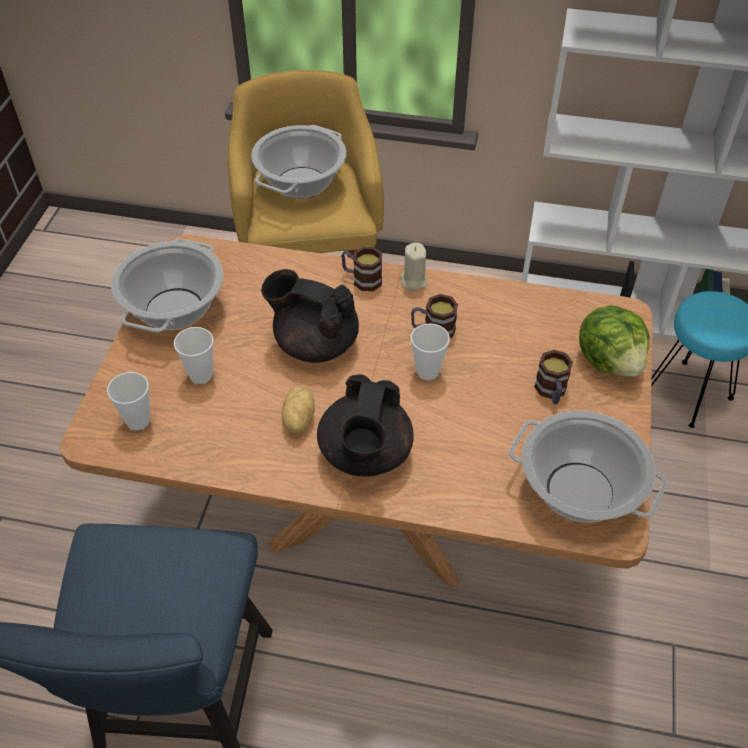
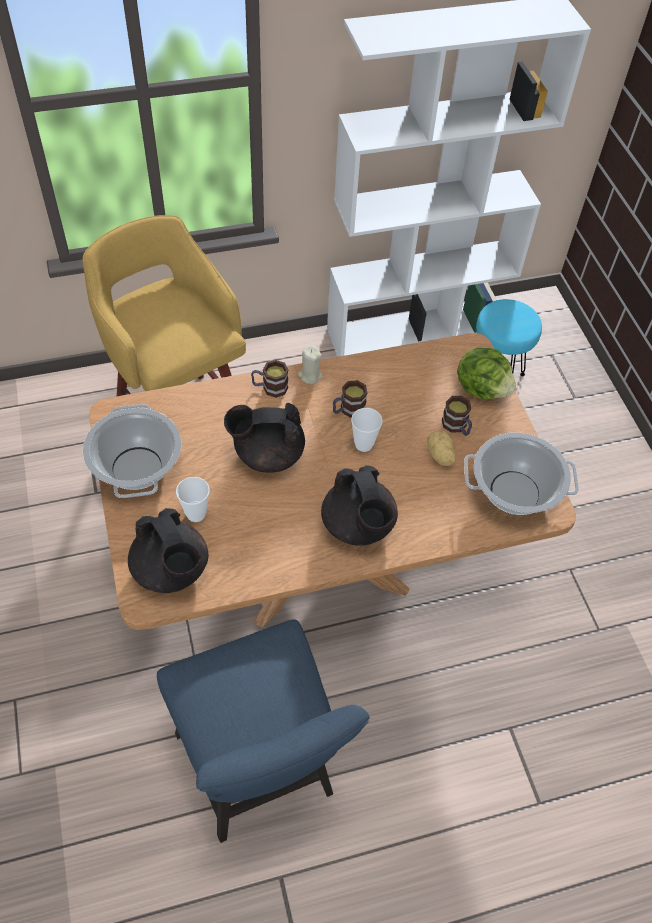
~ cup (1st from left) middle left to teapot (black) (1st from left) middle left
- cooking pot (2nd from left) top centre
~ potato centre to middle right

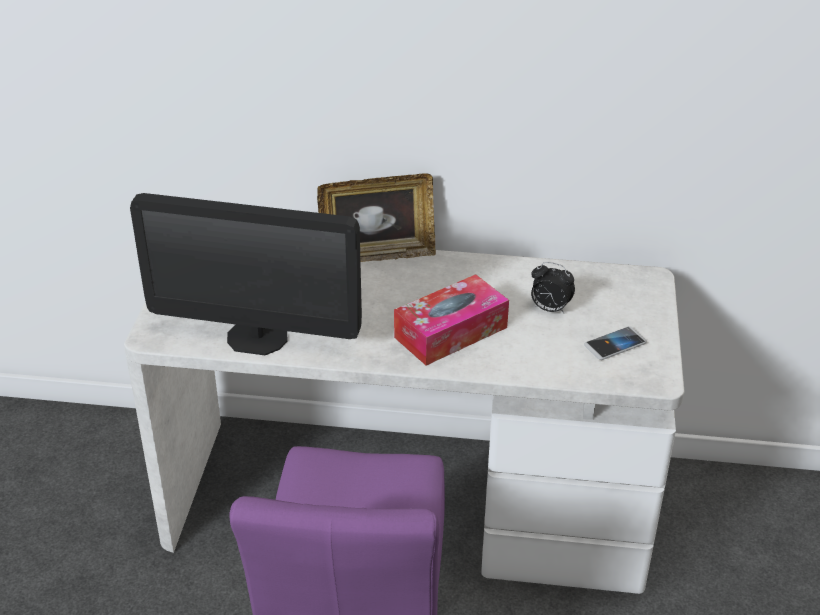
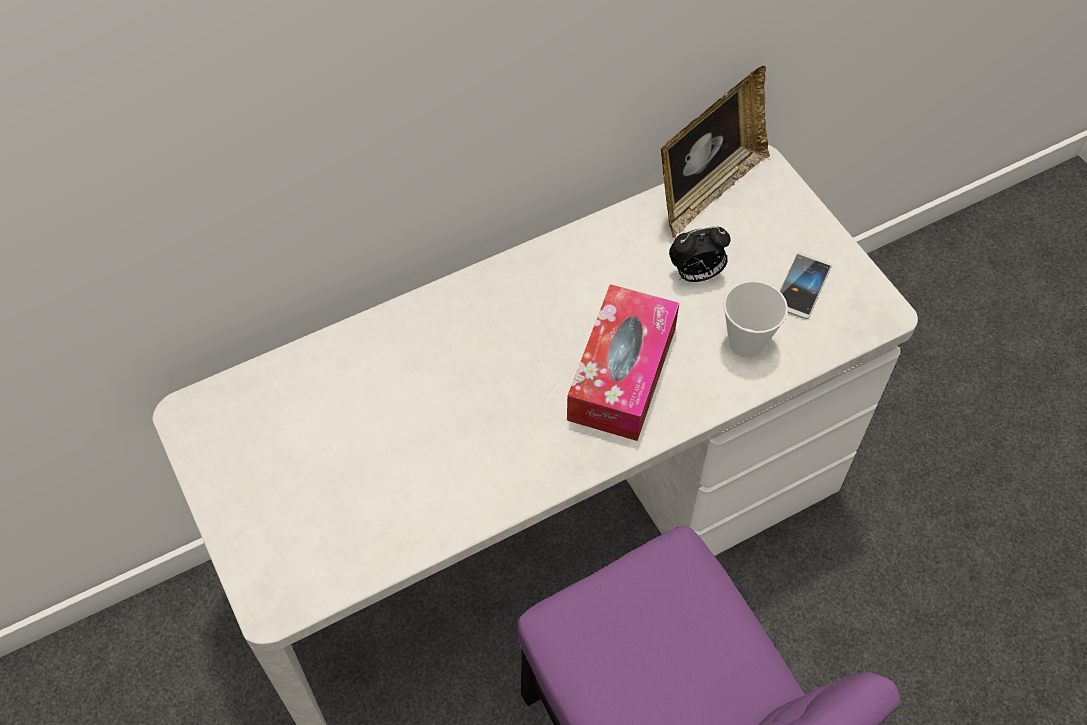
- monitor middle left
~ picture frame centre to top centre
+ cup middle right

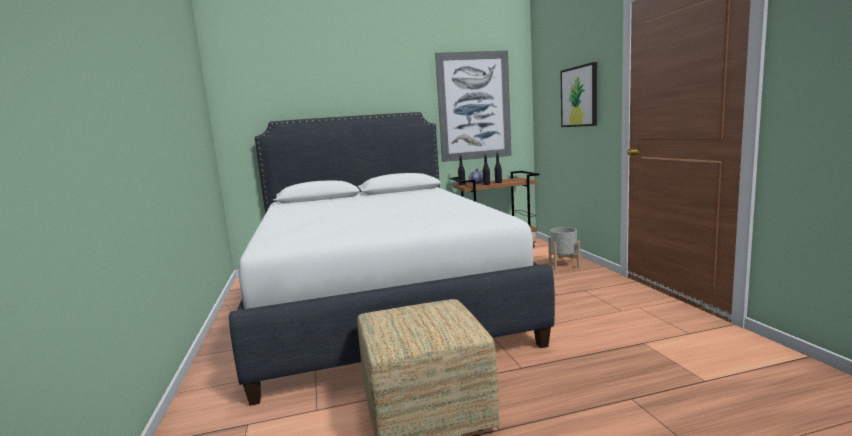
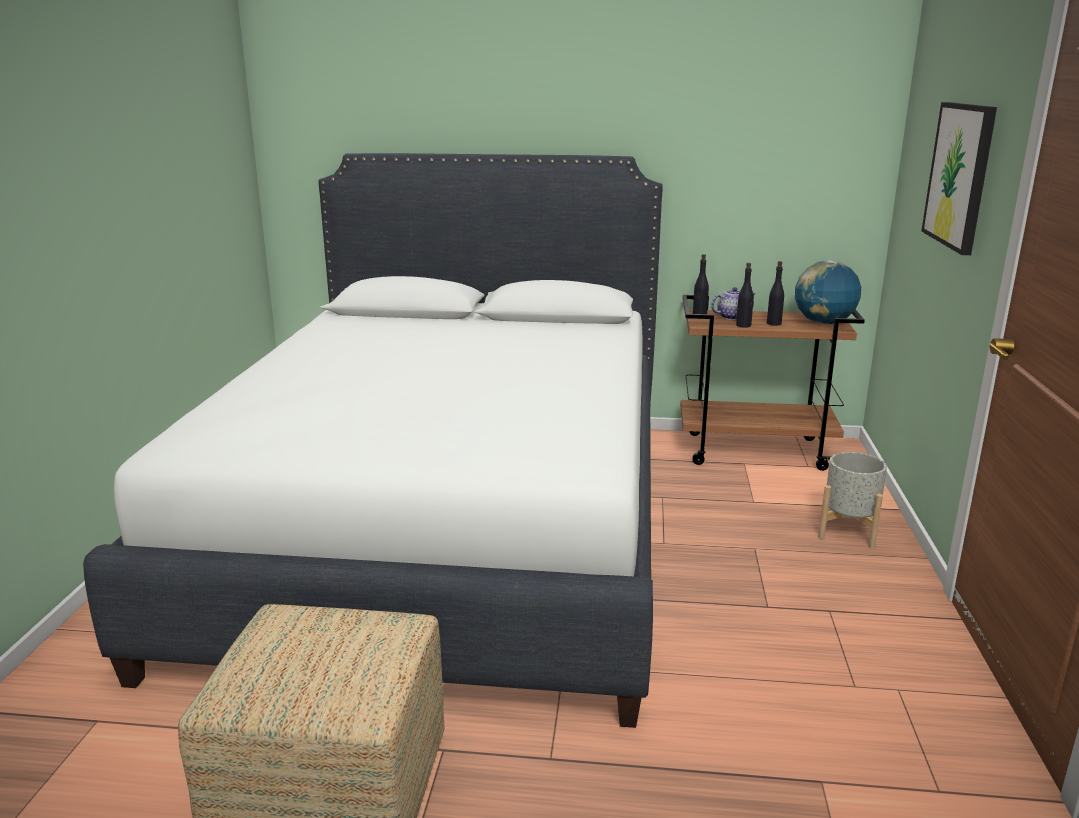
- picture (1st from left) top centre
+ globe middle right

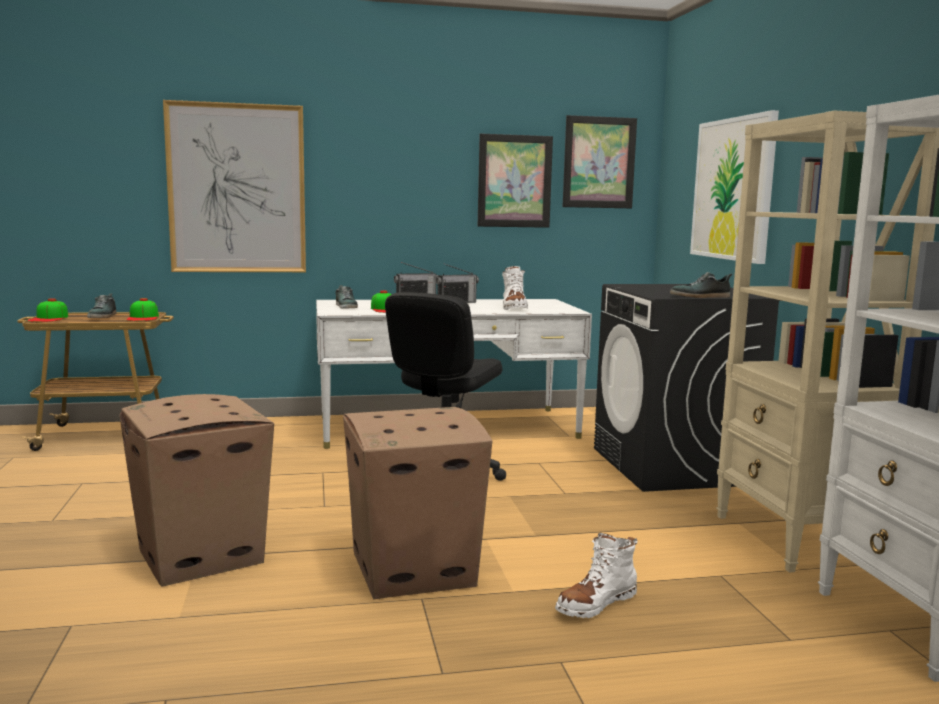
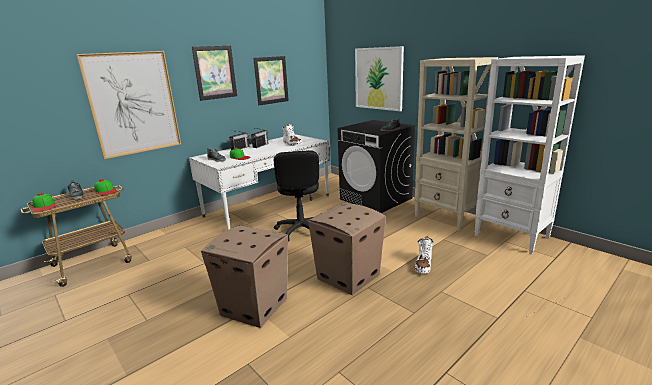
~ picture (3rd from left in the first image) top centre to picture (2nd from left) top left

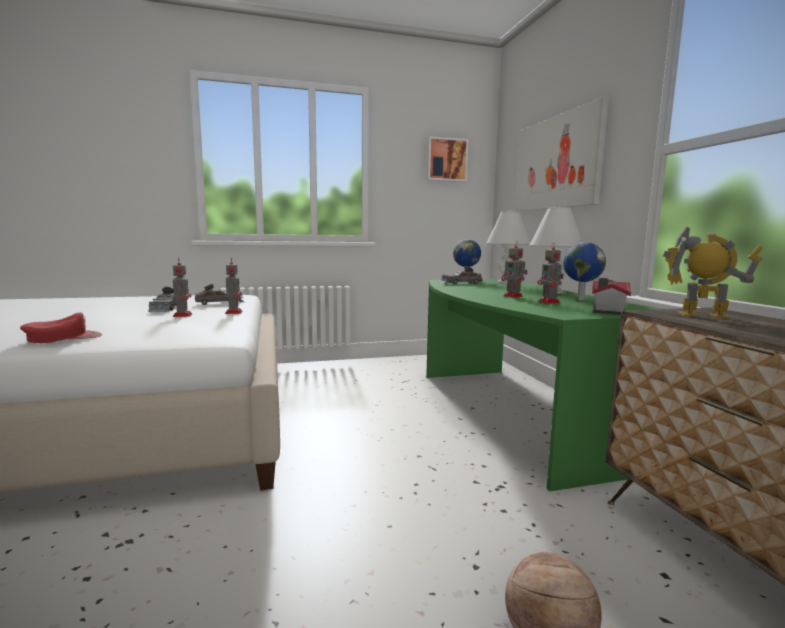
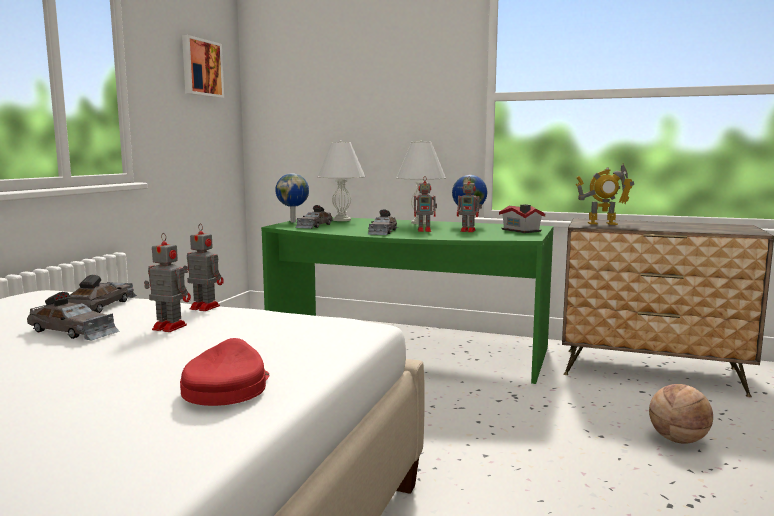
- picture (2nd from left) top right
~ toy robot (5th from left) middle right = middle right 135 degrees counterclockwise
+ toy car (grey) (4th from left) centre

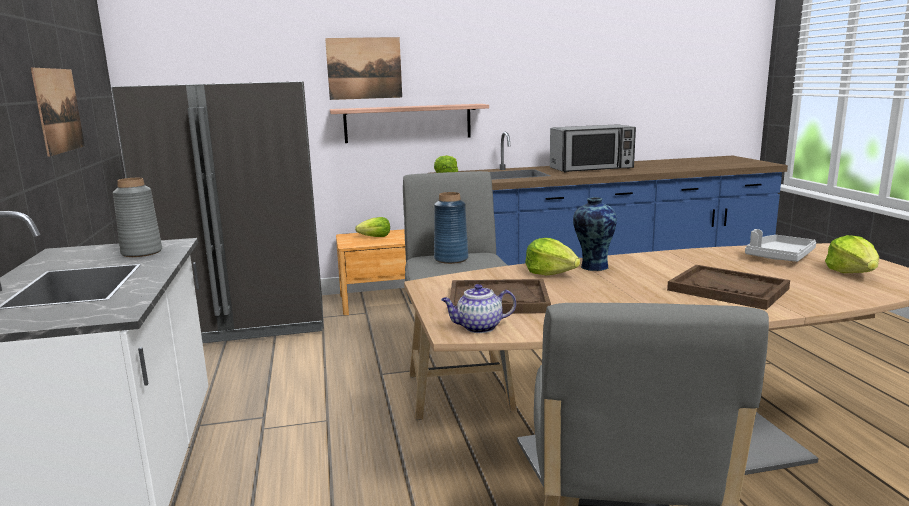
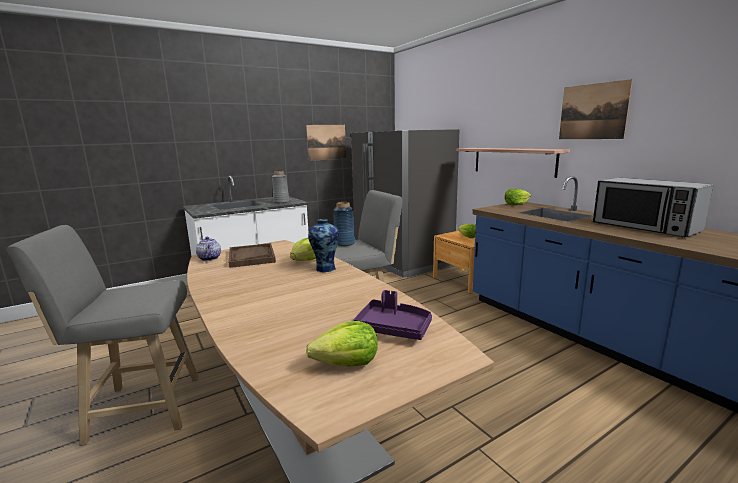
~ picture (2nd from left) top centre to top right
- tray (brown) (2nd from left) middle right
~ tray (grey) middle right to tray (purple) centre

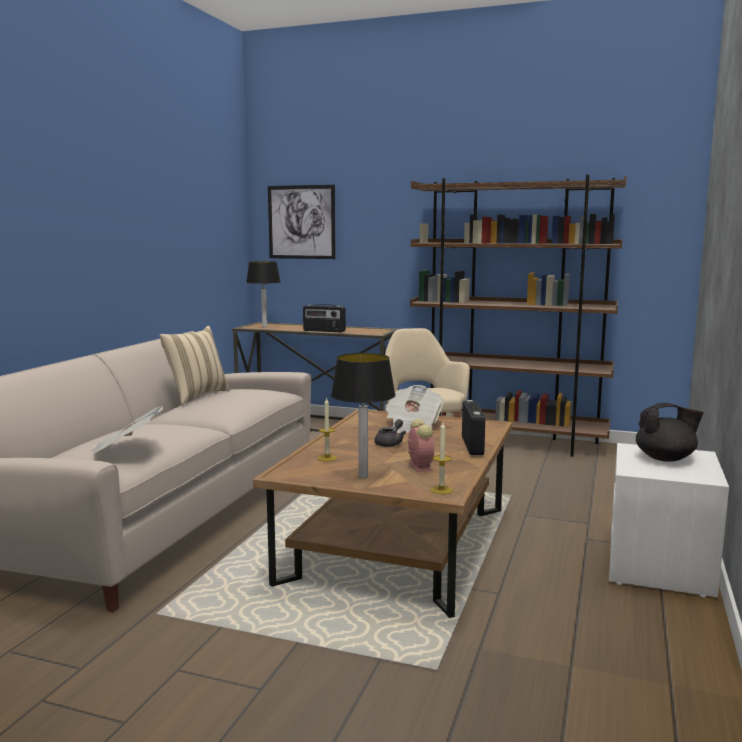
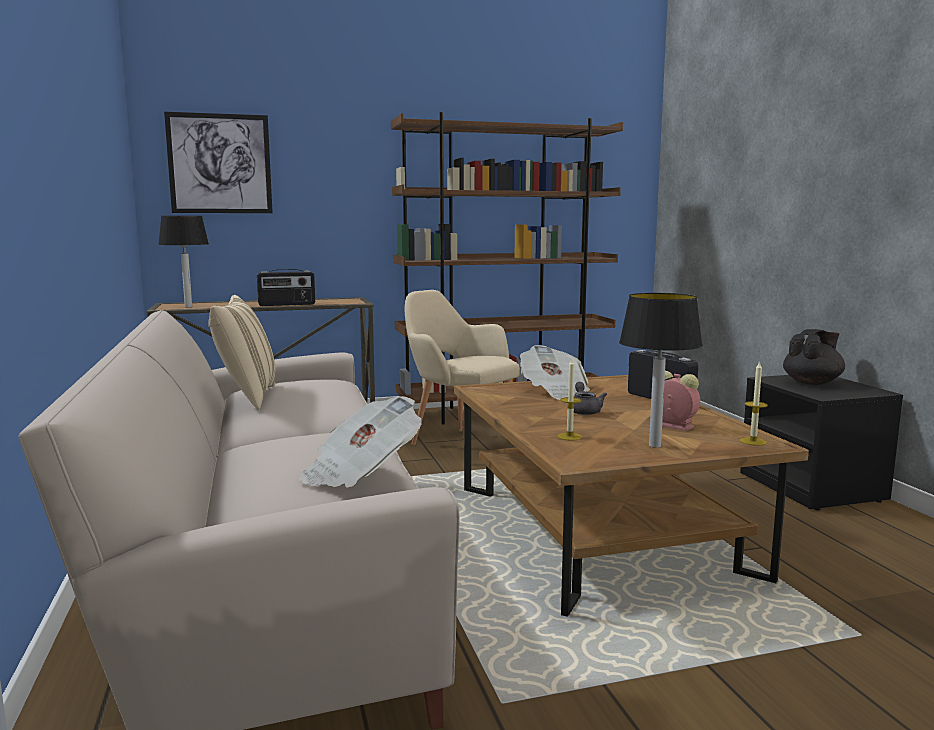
~ nightstand (white) bottom right to nightstand (black) middle right

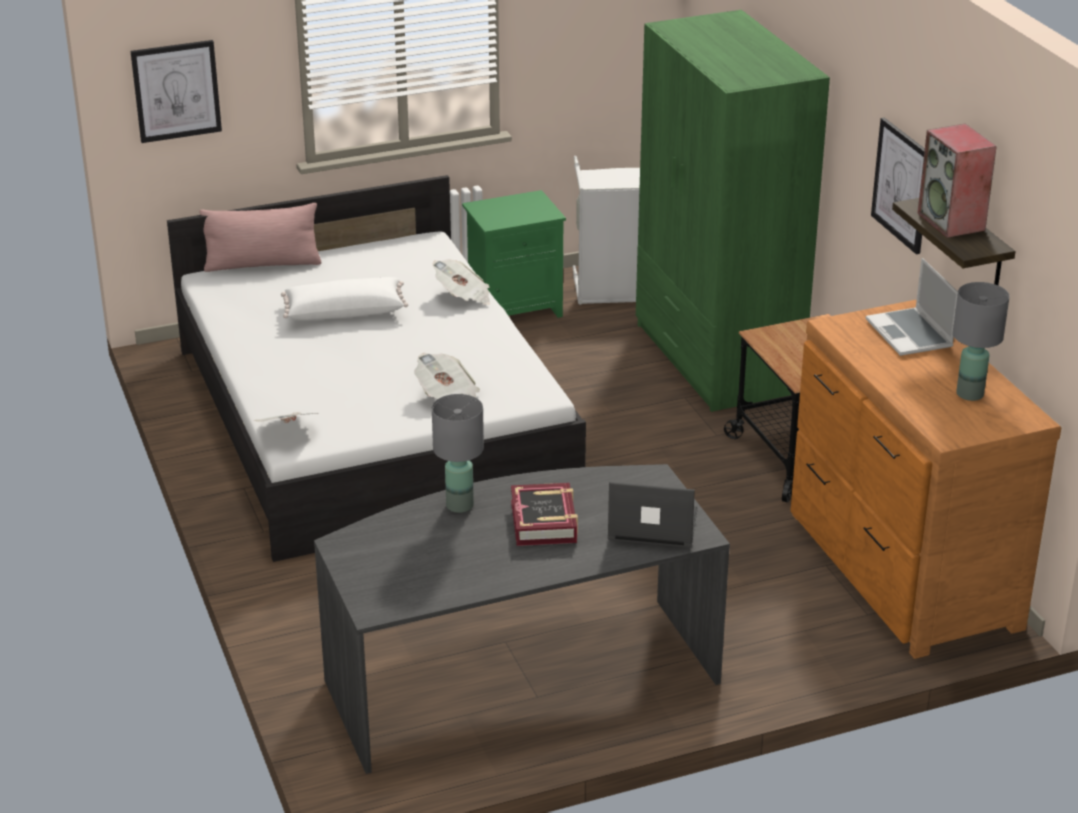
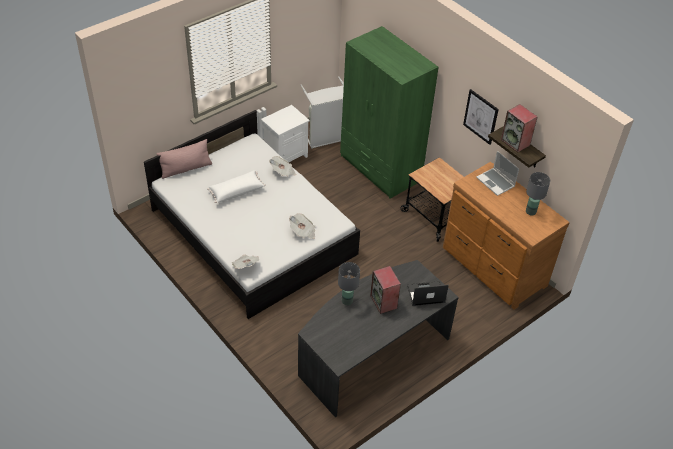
- picture (1st from left) top left
~ nightstand (green) top centre to nightstand (white) top centre
~ book centre to speaker (1st from left) centre

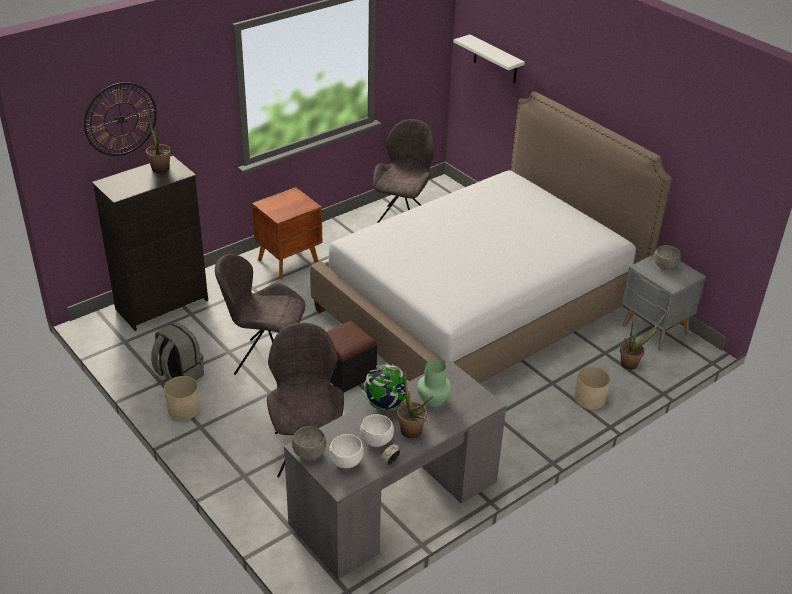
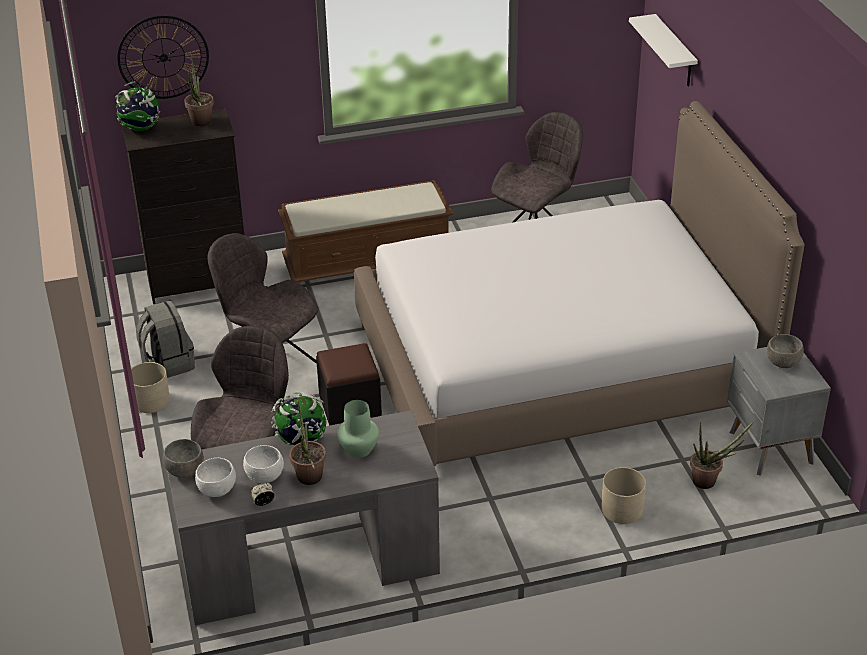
~ nightstand (brown) centre to bench (brown) centre
+ globe (1st from left) top left

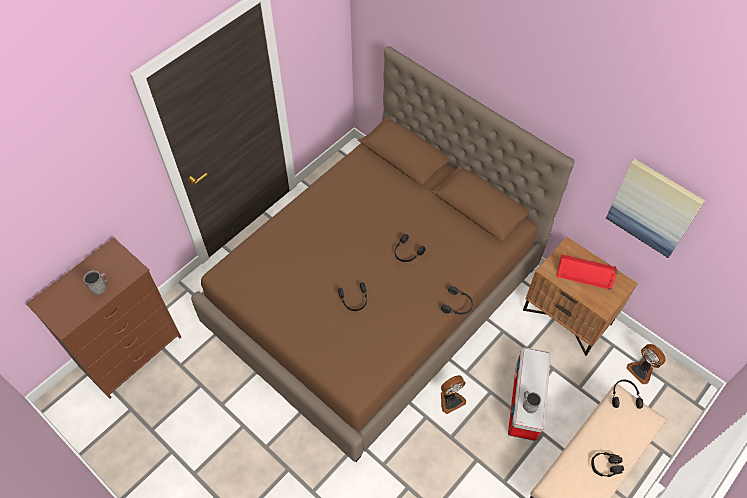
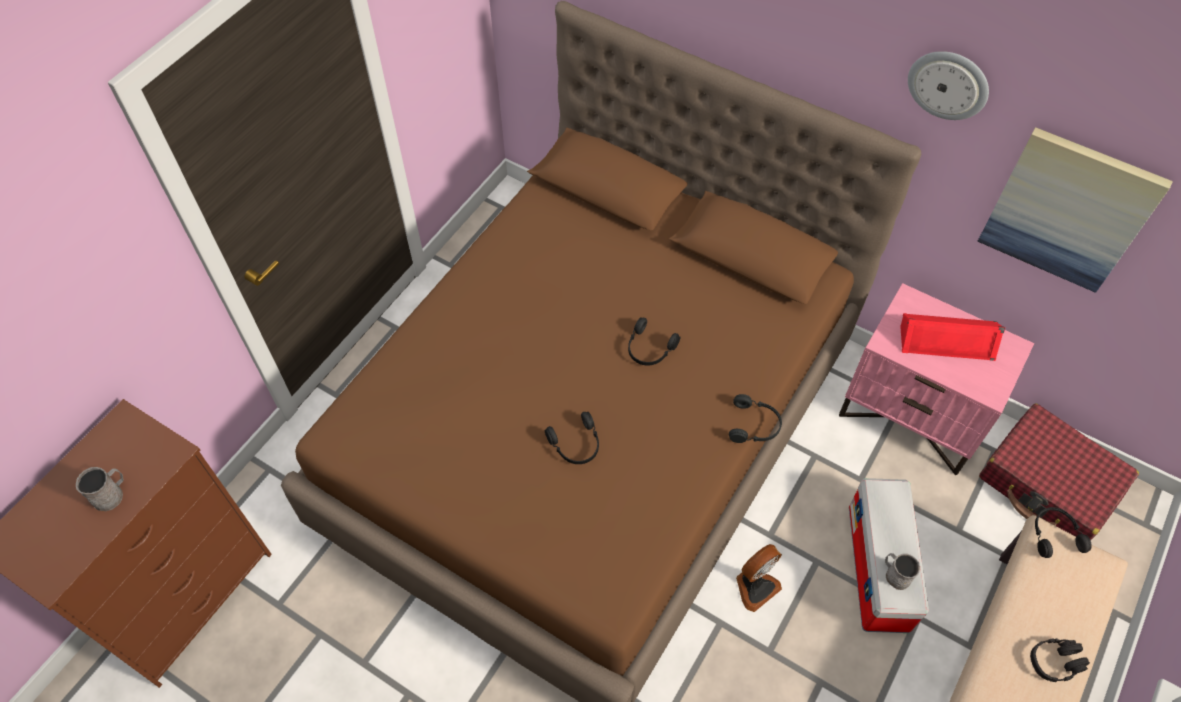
~ nightstand (brown) middle right to nightstand (pink) middle right
~ fan (2nd from left) bottom right to suitcase (red) bottom right
+ wall clock top right

